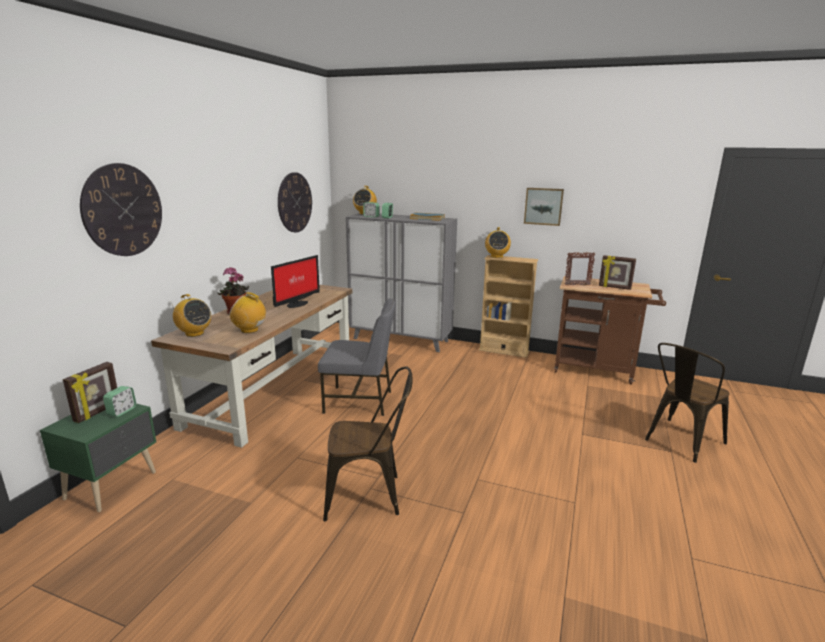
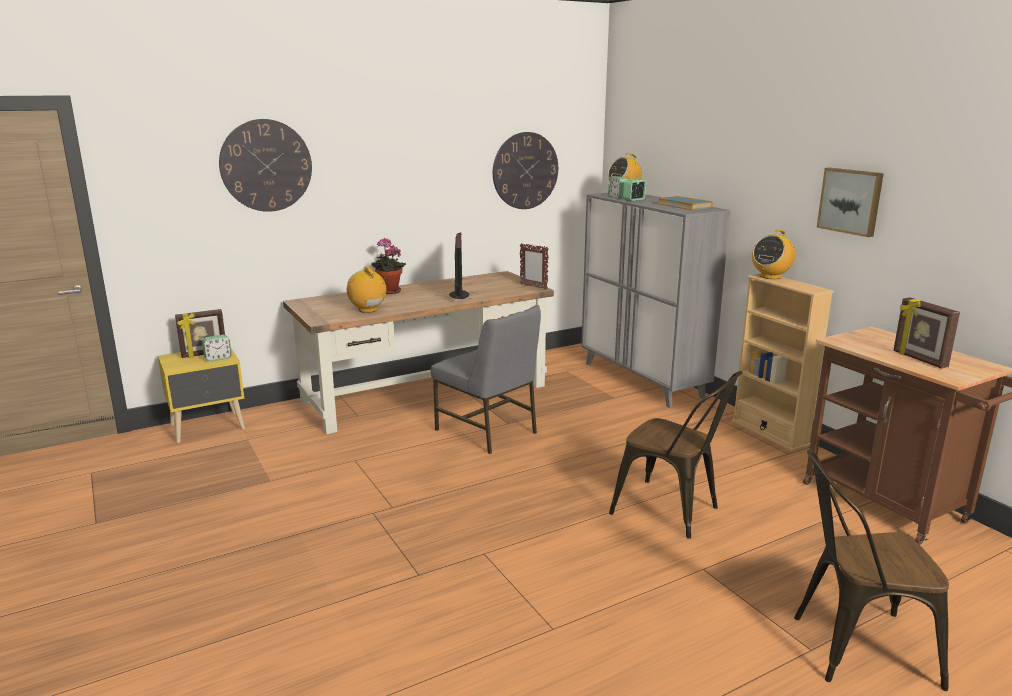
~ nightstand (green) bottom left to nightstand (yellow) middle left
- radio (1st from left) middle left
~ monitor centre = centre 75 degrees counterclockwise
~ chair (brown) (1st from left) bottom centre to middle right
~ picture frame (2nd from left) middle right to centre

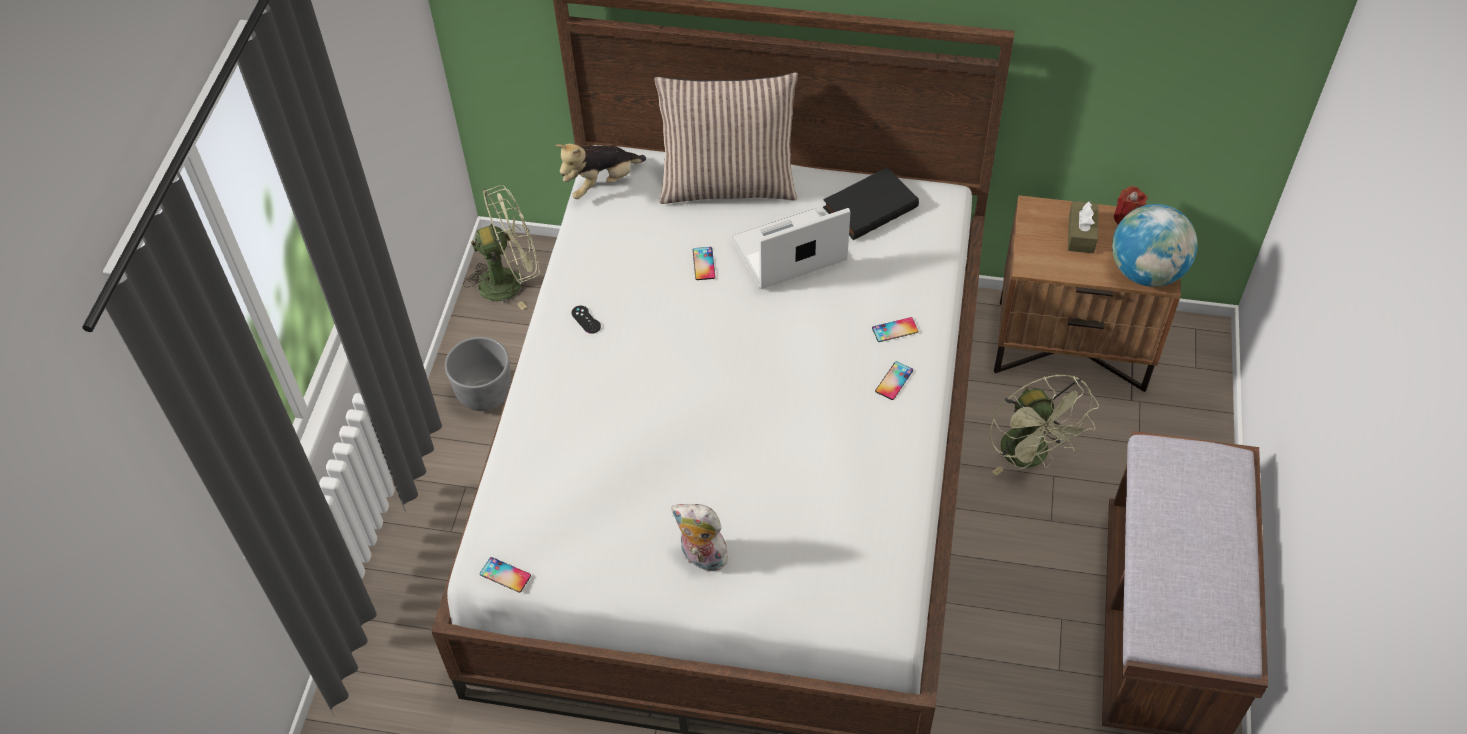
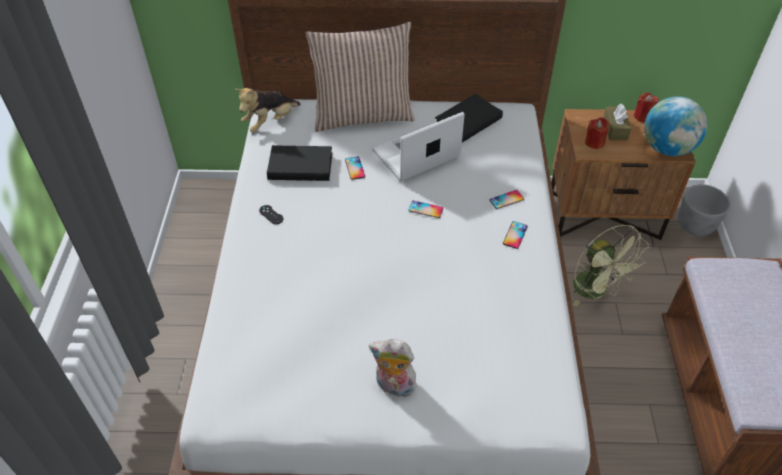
~ planter (grey) middle left to middle right
- fan (green) (1st from left) centre
~ phone (1st from left in the first image) bottom centre to phone (2nd from left) centre
+ book (black) (1st from left) centre
+ candle (red) (1st from left) top right

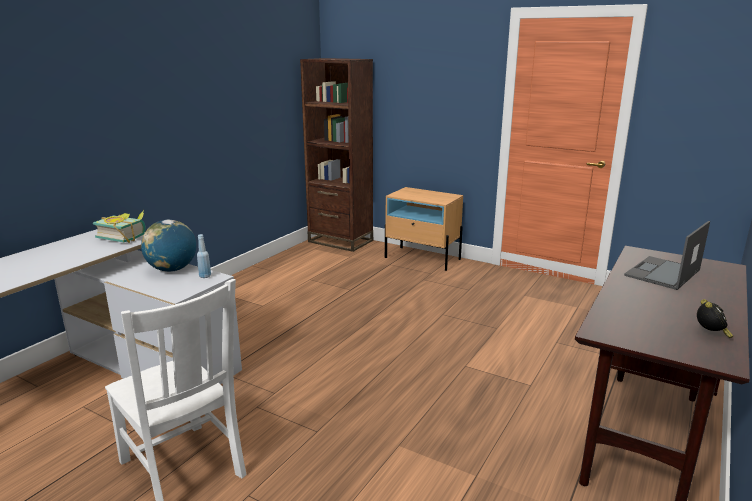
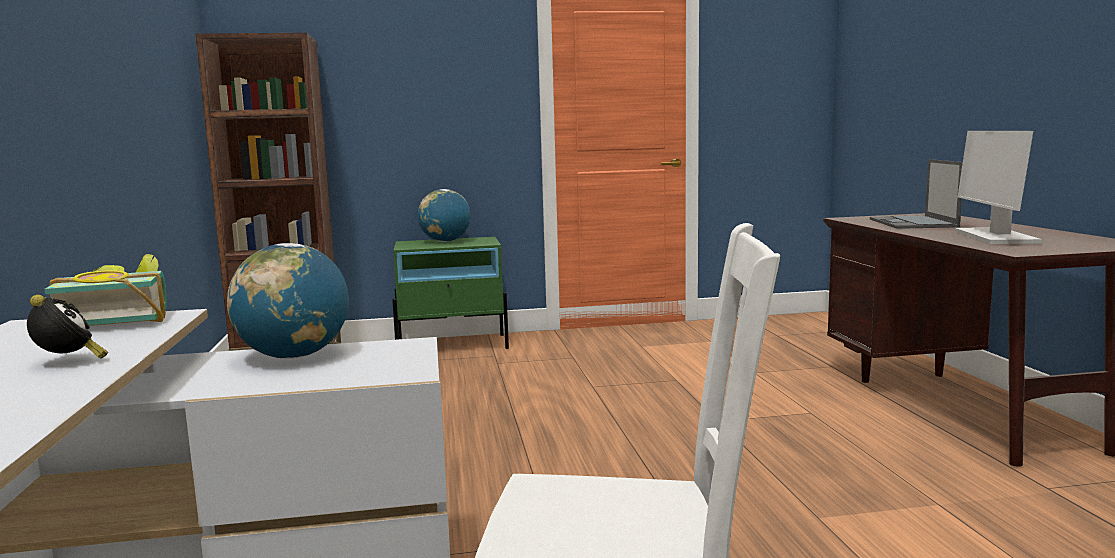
- bottle (blue) middle left
~ nightstand (beige) centre to nightstand (green) centre
~ alarm clock middle right to middle left
+ globe (2nd from left) centre
+ monitor middle right

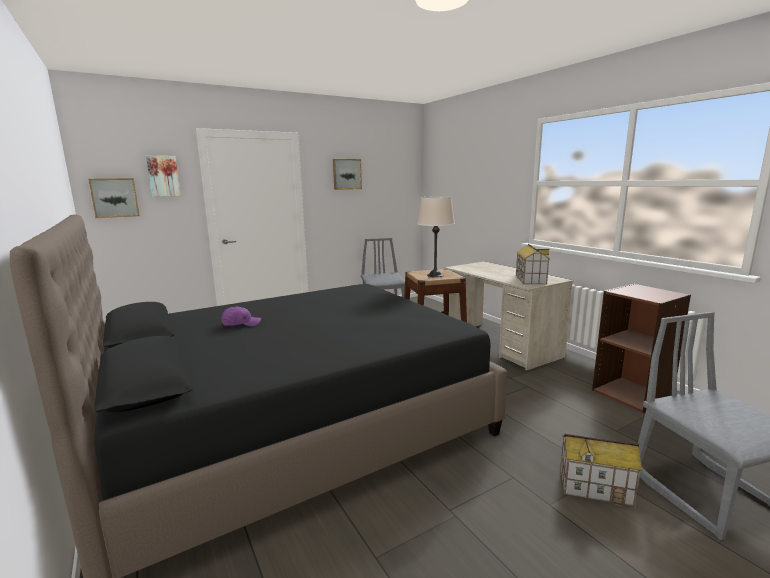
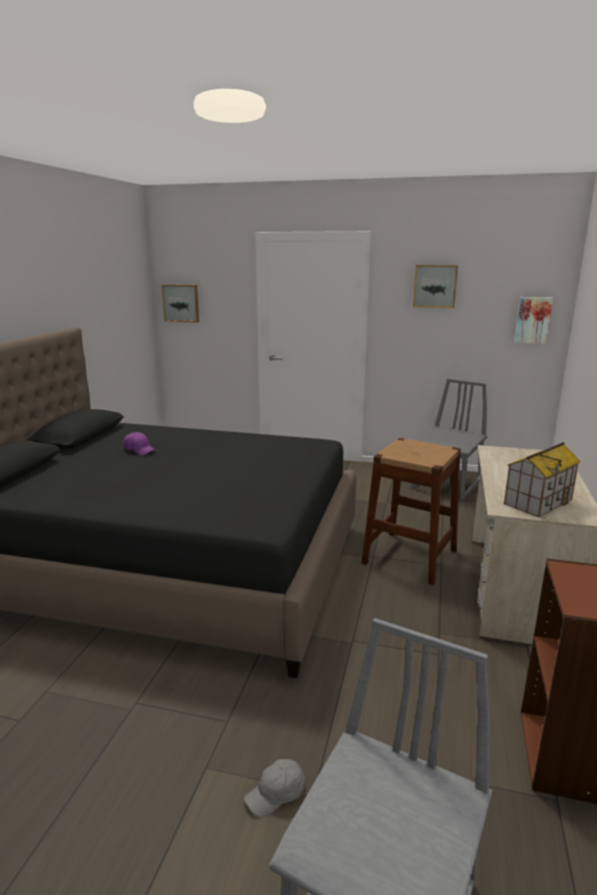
~ picture (2nd from left in the first image) top left to picture (3rd from left) middle right
- table lamp (beige) centre
~ toy house (2nd from left) bottom right to cap (grey) bottom centre

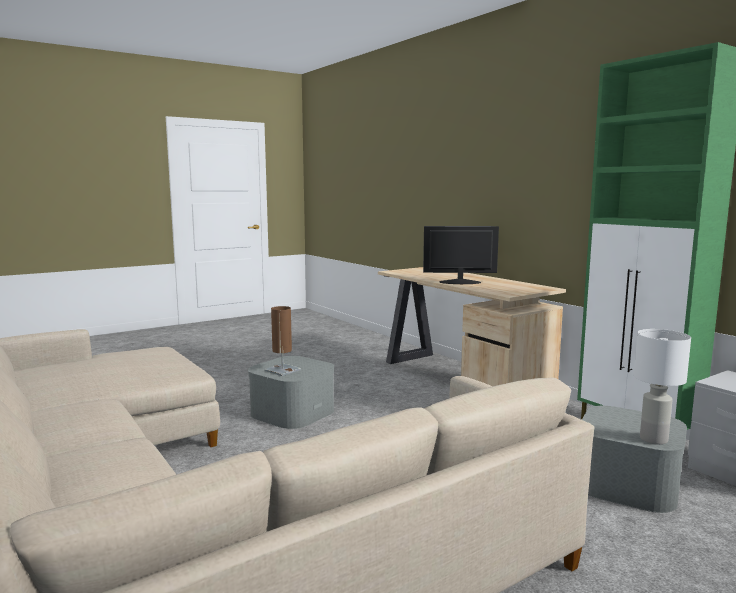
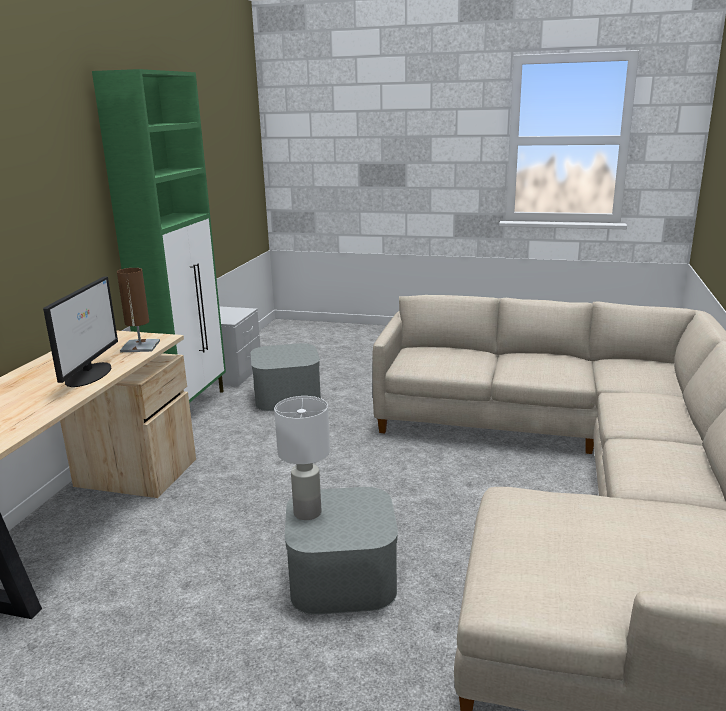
~ table lamp (brown) centre to middle left
~ monitor centre = middle left 135 degrees counterclockwise
~ table lamp (white) middle right to centre

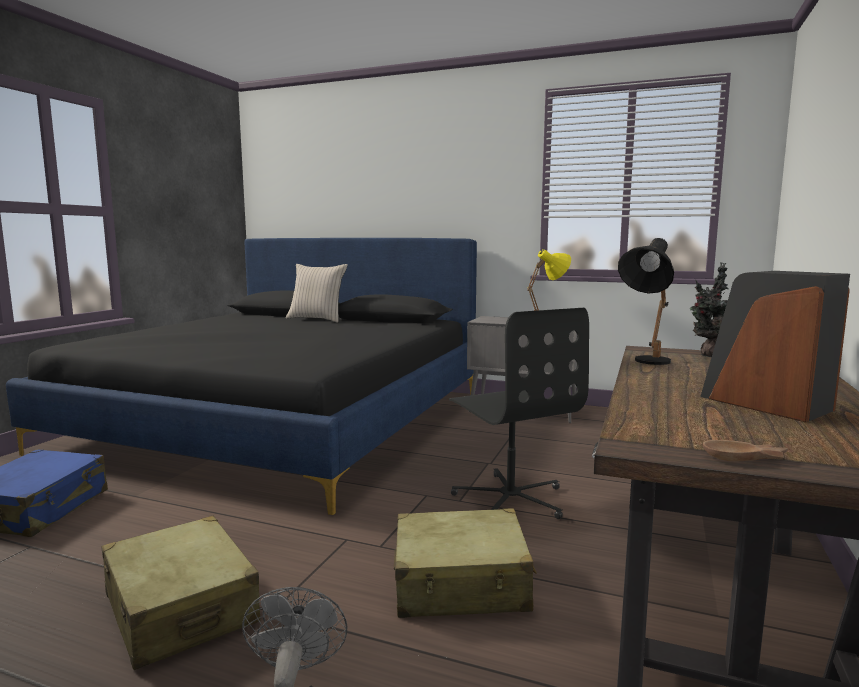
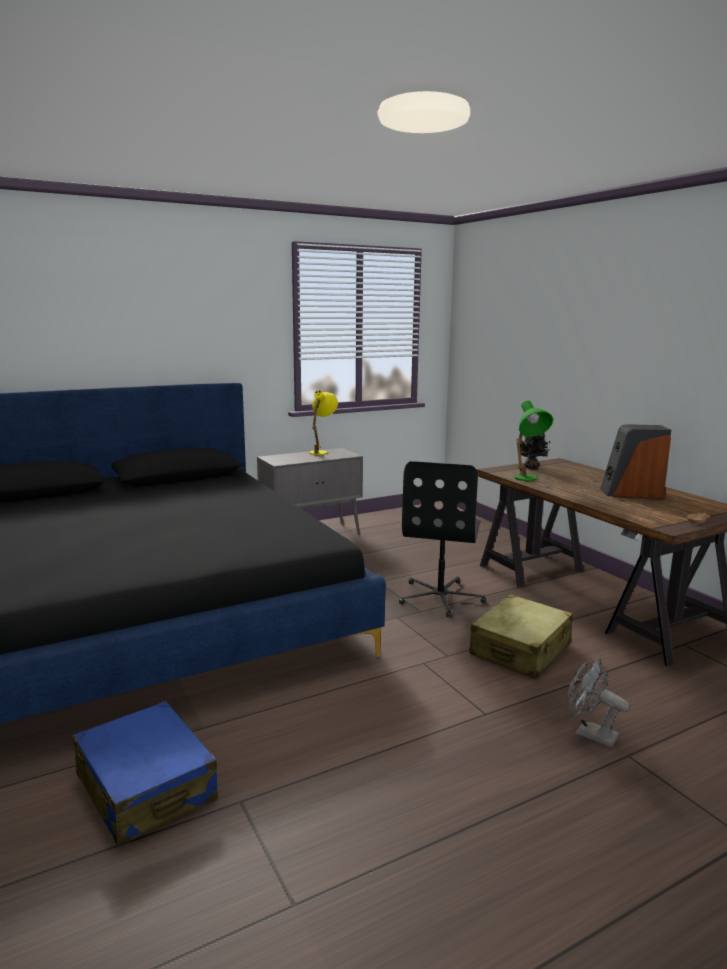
- suitcase (beige) (1st from left) bottom left
- pillow (beige) centre
~ office chair (black) centre = centre 90 degrees clockwise
~ table lamp (black) middle right to table lamp (green) middle right

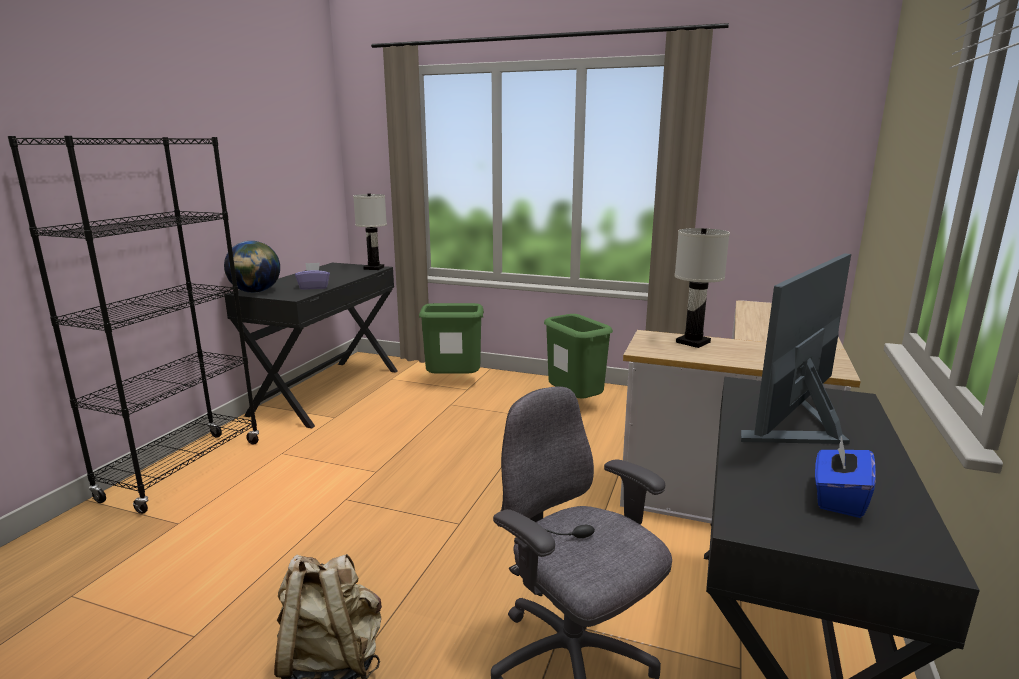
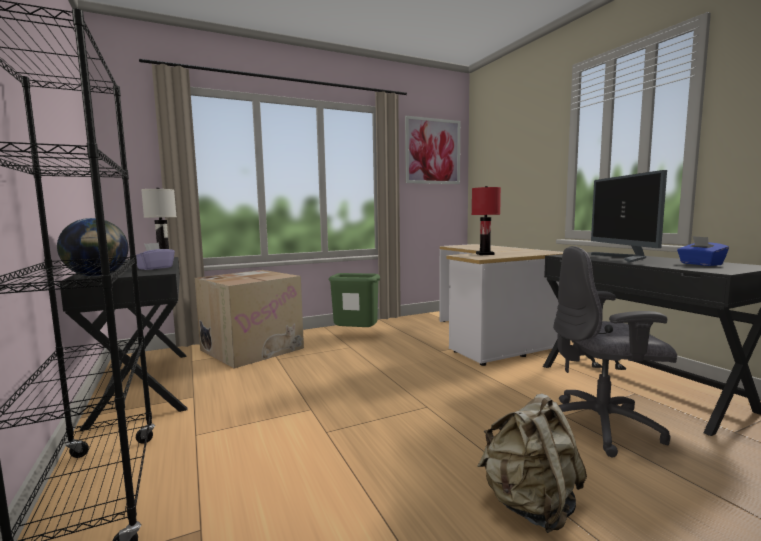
~ trash can (green) (1st from left) centre to cardboard box middle left
~ table lamp (white) (2nd from left) middle right to table lamp (red) centre
+ picture top centre

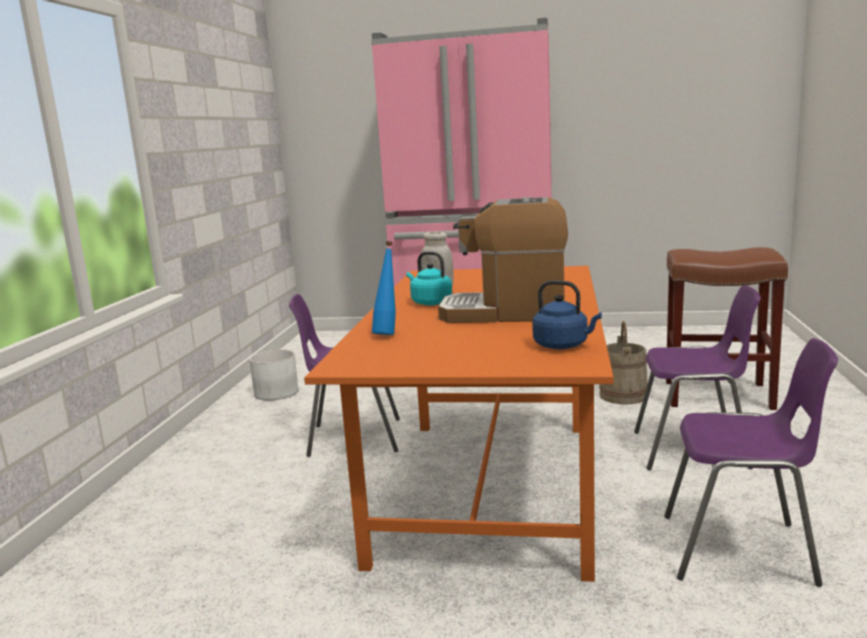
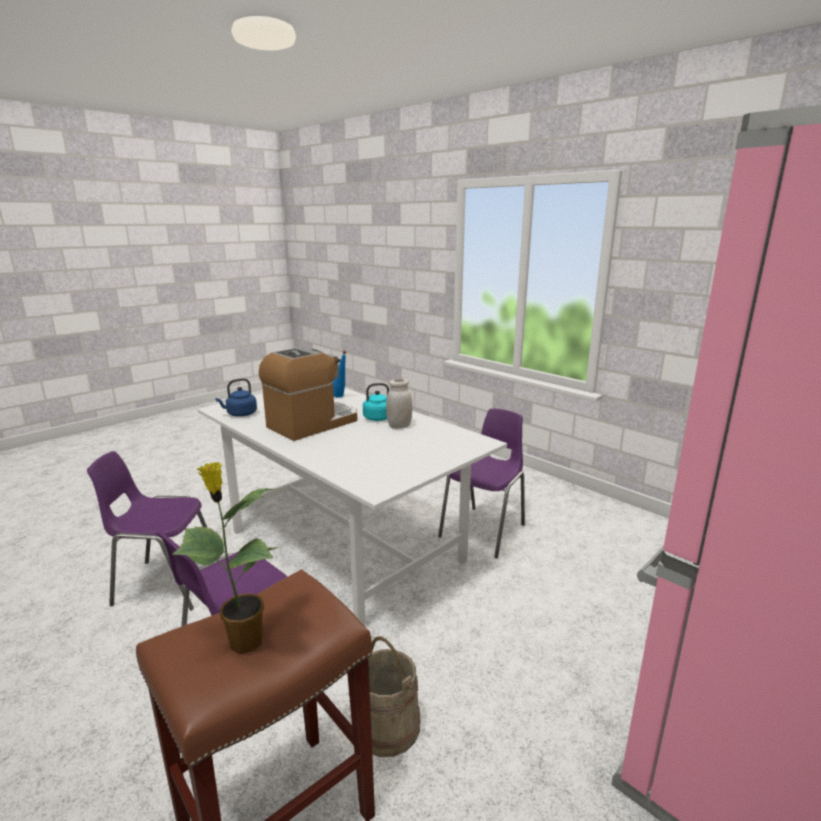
- planter (white) middle left
~ dining table (orange) centre to dining table (white) centre
~ chair (purple) (3rd from left in the first image) bottom right = middle left 45 degrees clockwise
+ potted plant bottom left

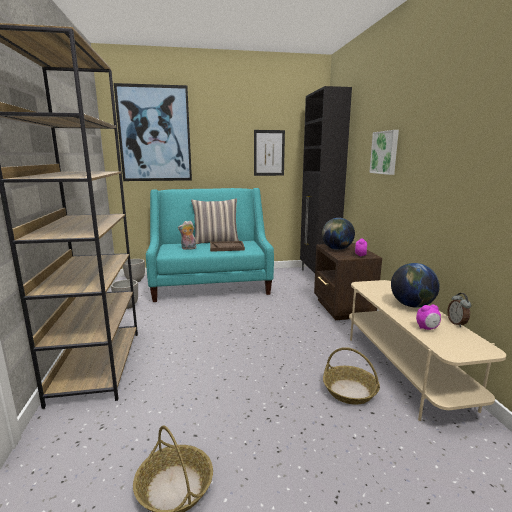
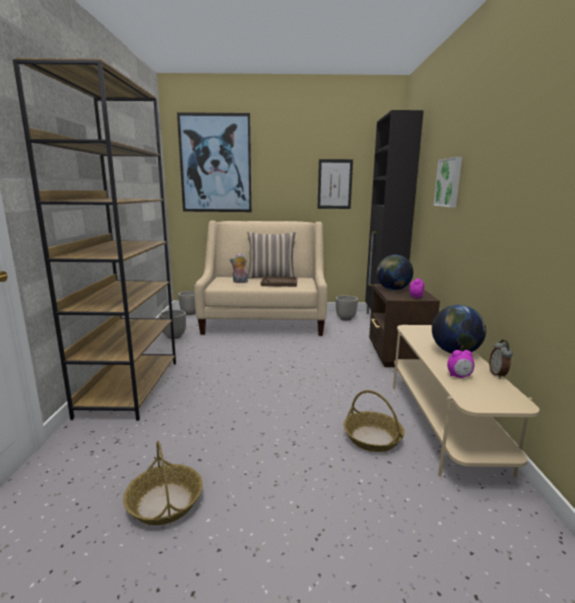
~ sofa (turquoise) centre to sofa (beige) centre
+ planter (3rd from left) centre

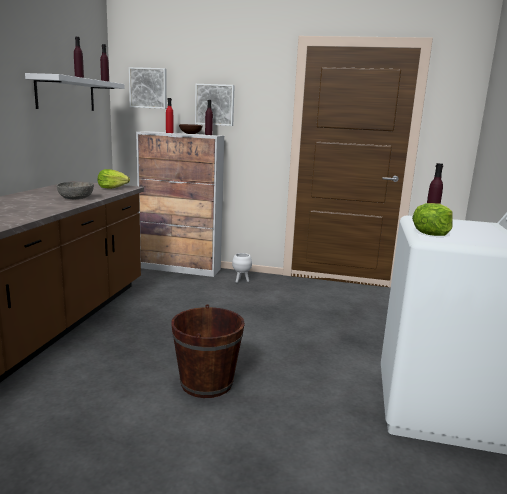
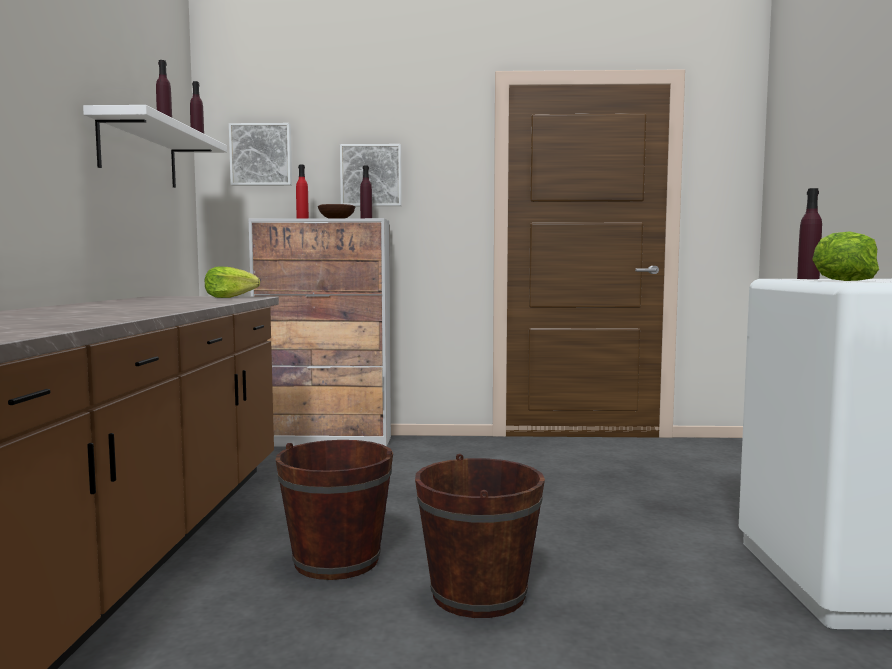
- bowl (grey) middle left
- planter (white) centre
+ bucket (brown) (1st from left) bottom centre

